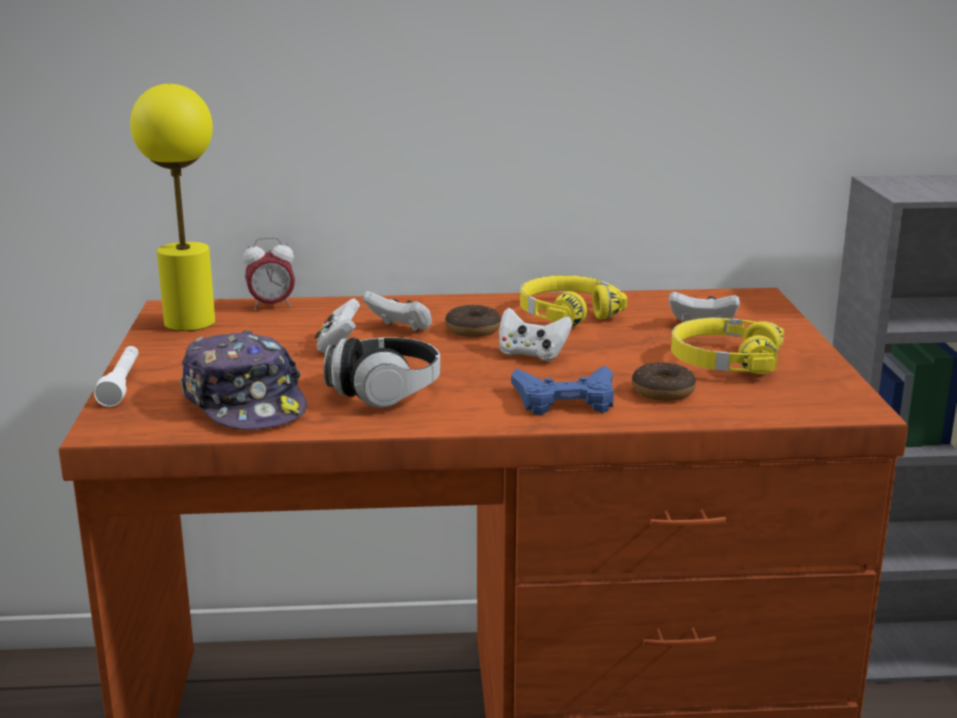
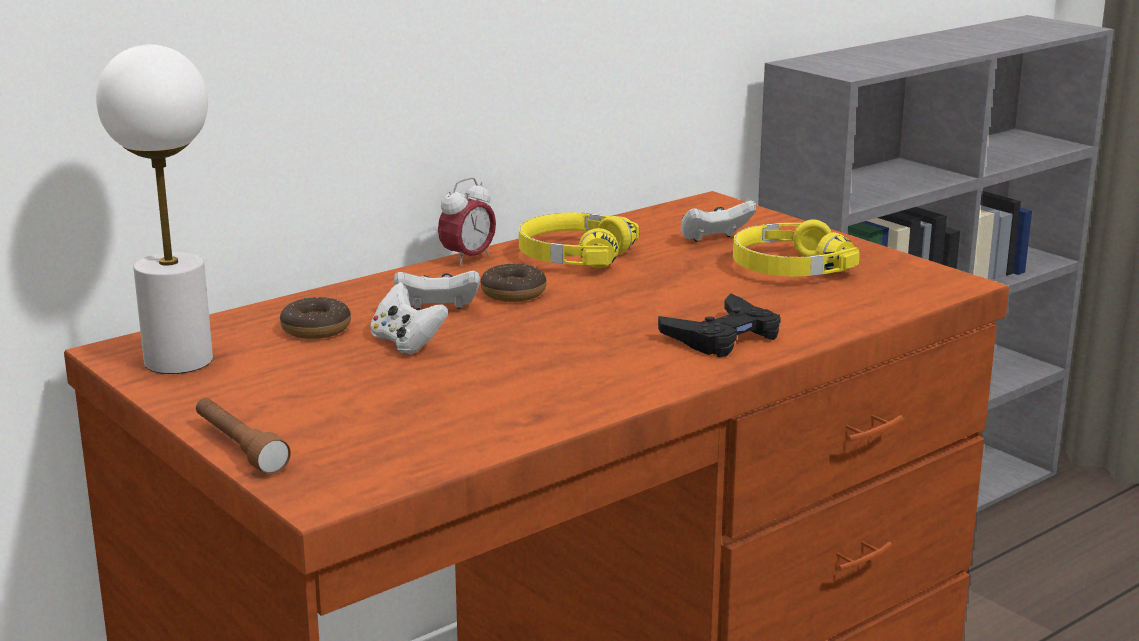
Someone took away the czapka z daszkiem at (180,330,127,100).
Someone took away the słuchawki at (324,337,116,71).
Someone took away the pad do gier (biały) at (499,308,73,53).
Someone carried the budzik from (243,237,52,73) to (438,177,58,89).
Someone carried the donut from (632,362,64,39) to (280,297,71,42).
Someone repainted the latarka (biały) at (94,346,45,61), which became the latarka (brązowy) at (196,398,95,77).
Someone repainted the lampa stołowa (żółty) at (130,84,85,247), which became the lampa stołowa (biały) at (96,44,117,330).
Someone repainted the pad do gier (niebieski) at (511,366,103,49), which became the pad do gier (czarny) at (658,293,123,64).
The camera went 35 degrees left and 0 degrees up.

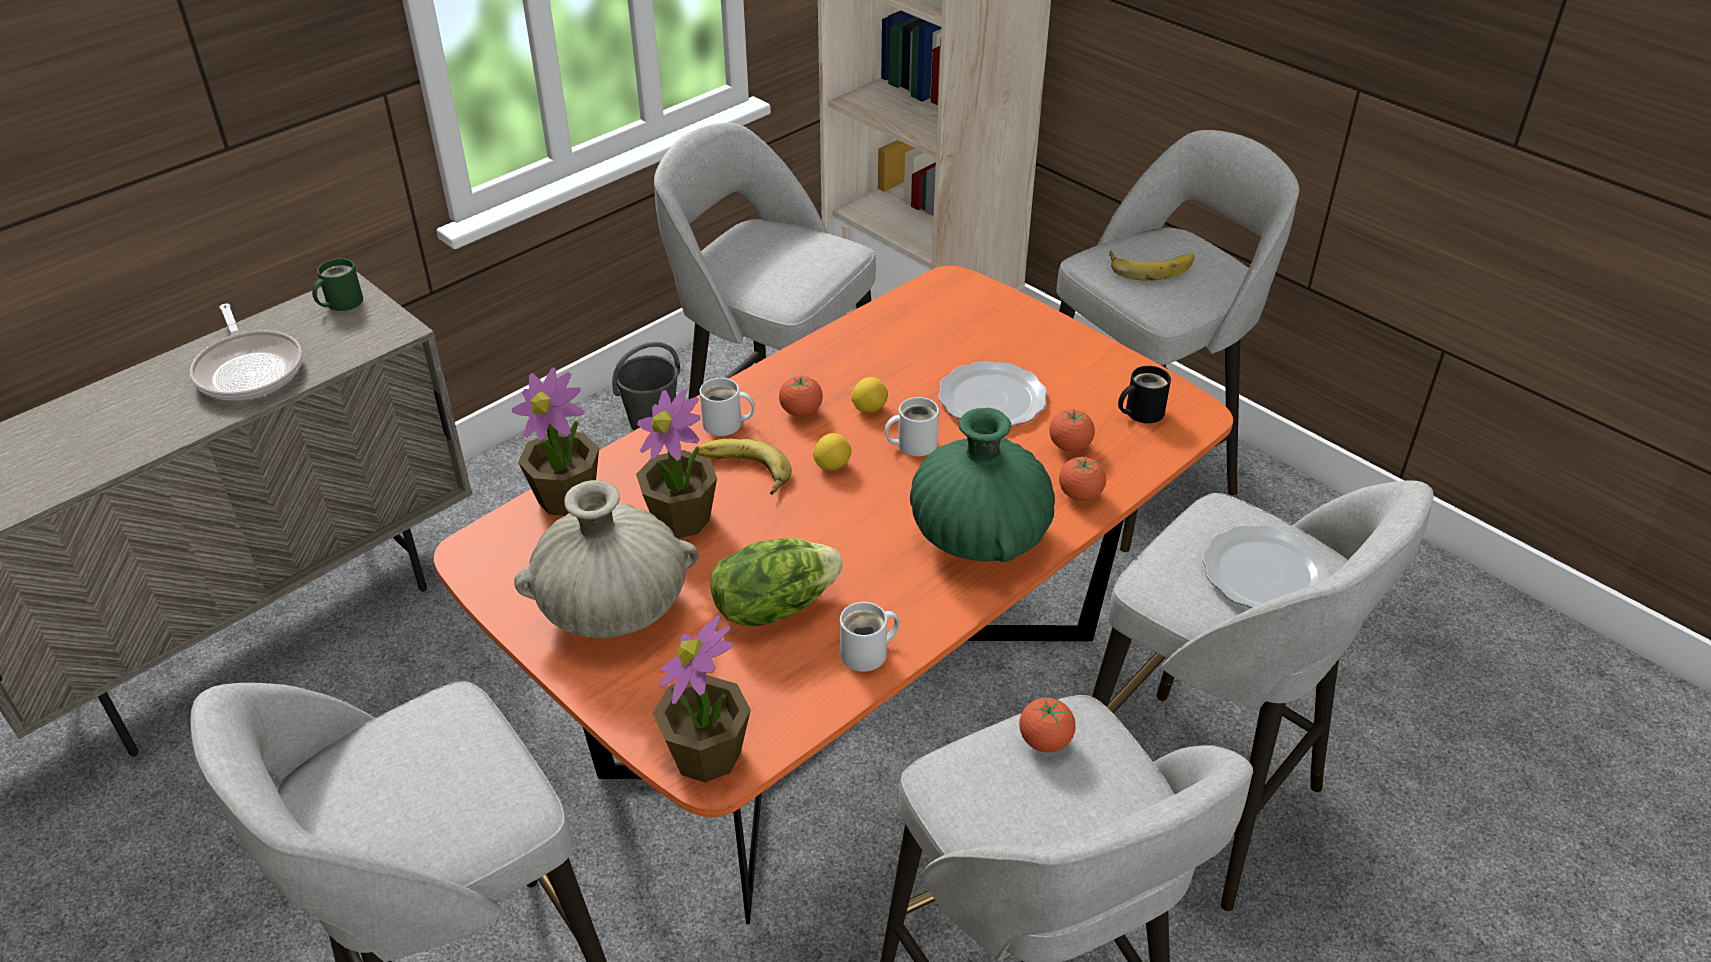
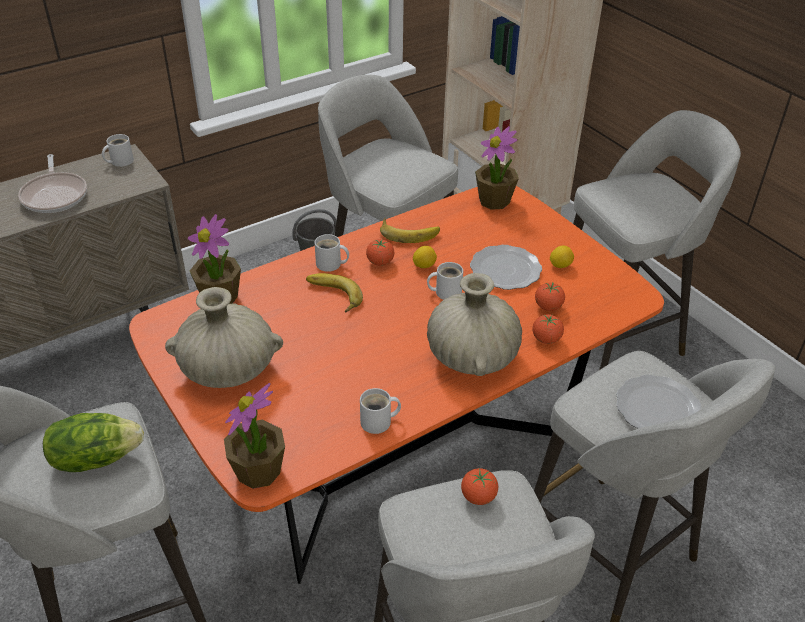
Someone took away the kubek (czarny) at (1118,366,53,57).
Someone carried the roślina doniczkowa from (636,389,81,150) to (475,126,44,84).
Someone carried the sałata from (710,538,133,88) to (43,413,101,59).
Someone carried the cytryna from (813,433,38,37) to (550,246,24,22).
Someone carried the banan from (1109,250,85,31) to (380,218,60,25).
Someone repainted the kubek (zielony) at (312,258,51,53), which became the kubek (biały) at (102,134,32,33).
Someone repainted the wazon (zielony) at (910,408,145,154), which became the wazon (beżowy) at (427,273,95,103).
The camera went 10 degrees right and 0 degrees up.

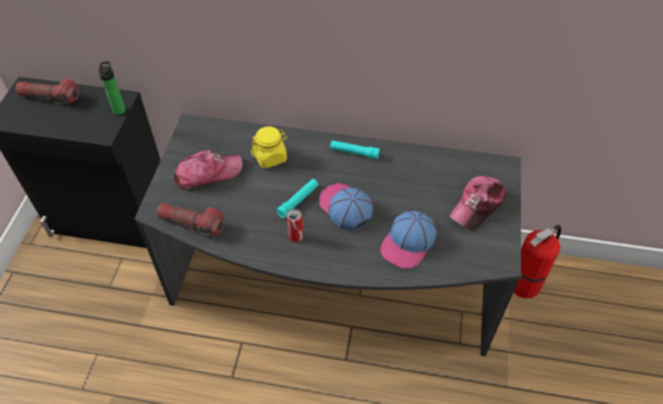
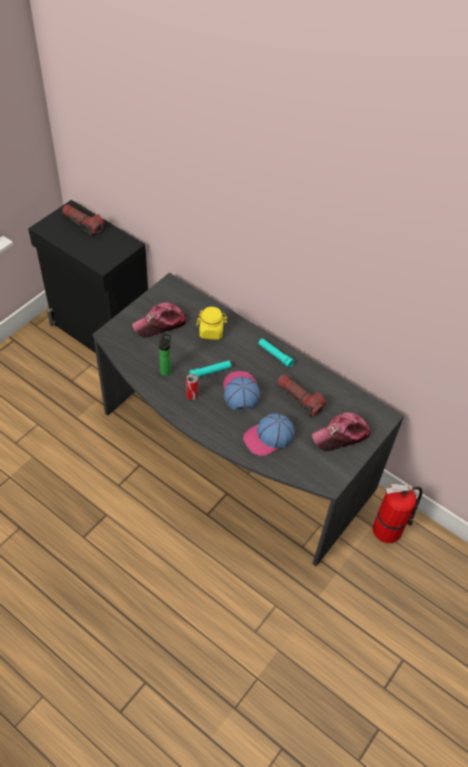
Someone carried the butelka from (99,61,27,54) to (159,334,12,42).
Someone carried the latarka from (156,203,68,36) to (277,374,49,43).
Someone rotated the czapka z daszkiem at (174,150,69,39) by 150 degrees clockwise.
The camera went 25 degrees right and 0 degrees up.

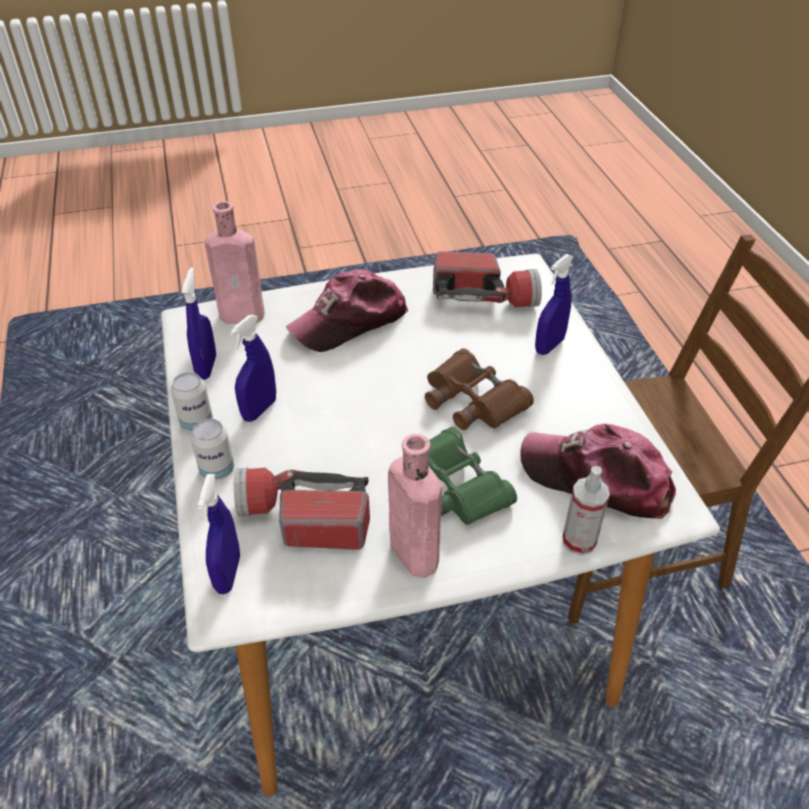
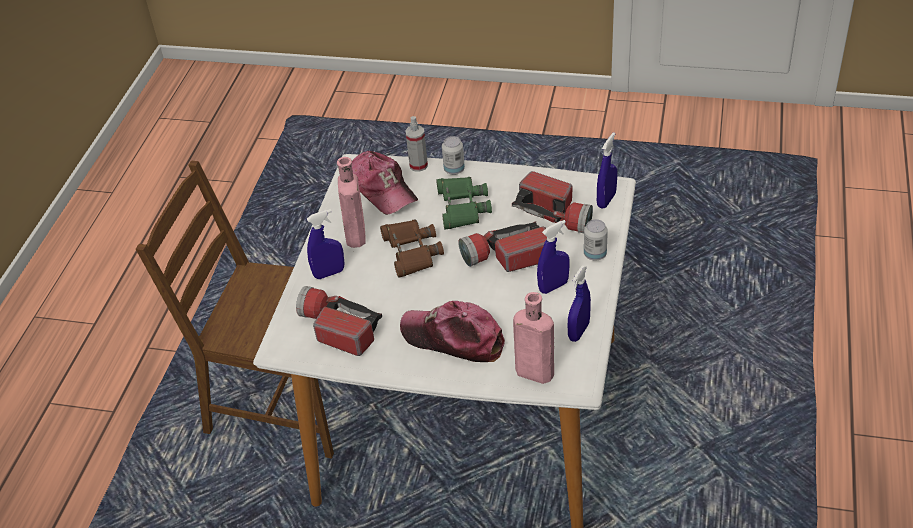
Someone put down the latarka at (458,222,89,50).
Someone carried the puszka from (171,372,42,60) to (442,136,23,39).
Someone carried the butelka (różowy) from (388,434,54,144) to (337,157,29,91).
Someone rotated the czapka z daszkiem at (286,269,122,83) by 150 degrees counterclockwise.
The camera went 150 degrees left and 0 degrees up.

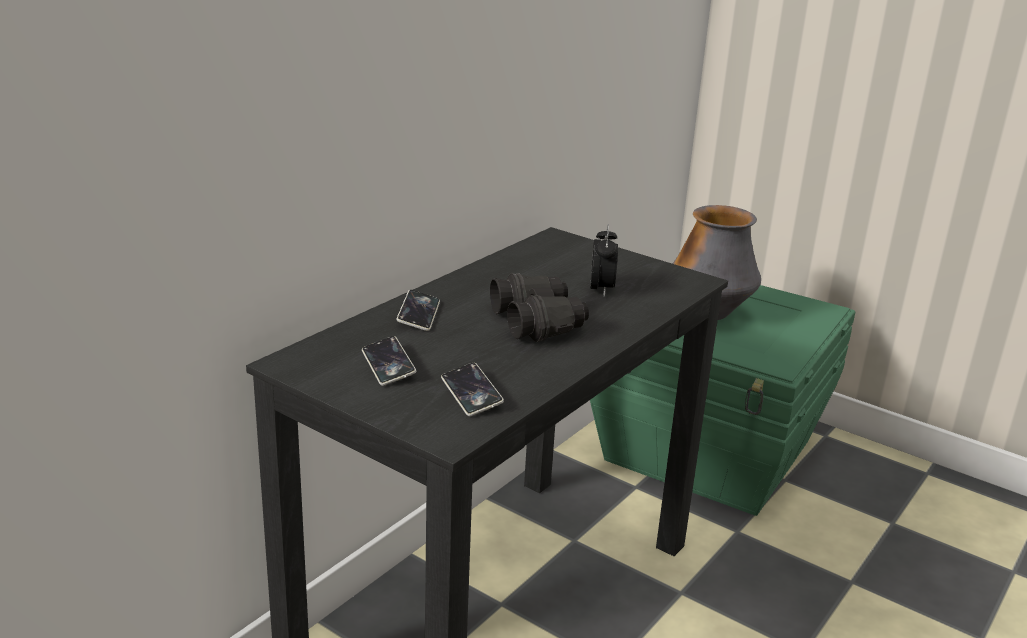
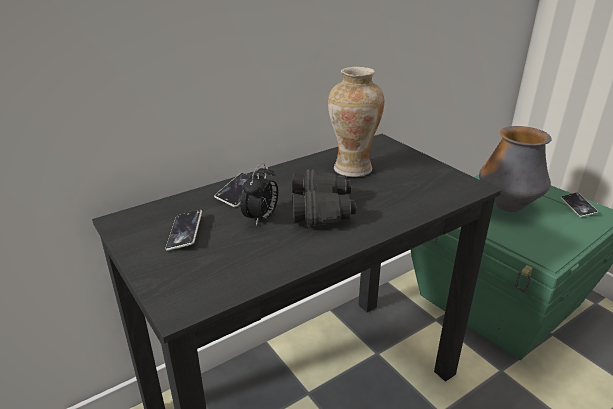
Someone put down the wazon at (328,67,56,110).
Someone carried the telefon from (441,362,63,54) to (561,193,37,24).
Someone carried the budzik from (590,224,28,72) to (240,163,38,63).
The camera went 20 degrees right and 5 degrees up.

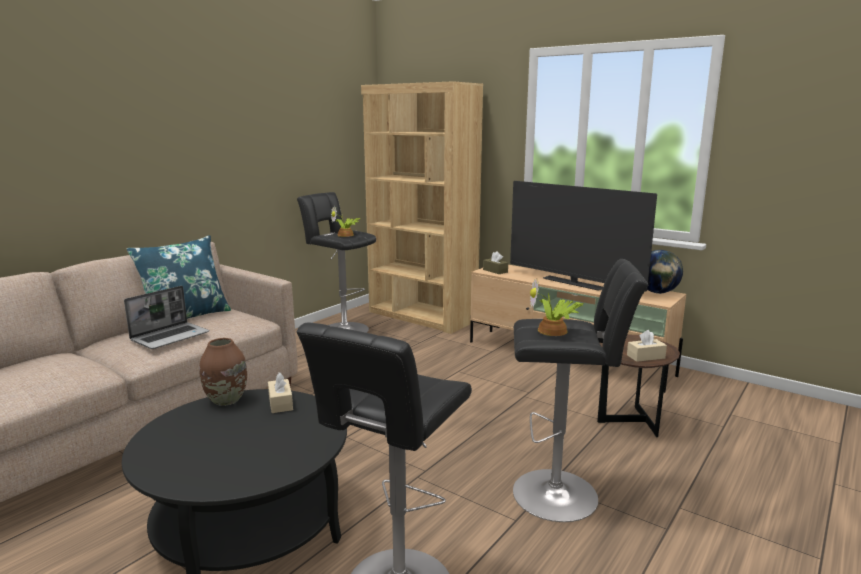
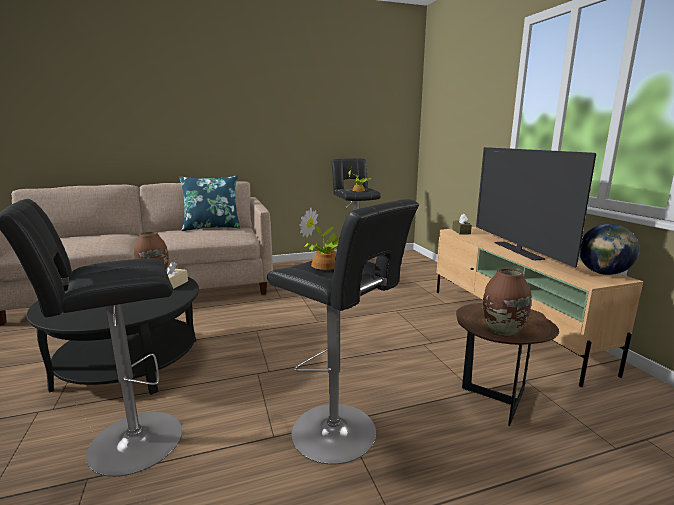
Someone took away the laptop at (124,286,85,63).
Someone took away the regał (brązowy) at (361,81,122,253).
Someone swapped the pudełko chusteczek (beżowy) at (627,330,40,32) for the wazon (brązowy) at (483,268,48,67).
The camera went 35 degrees right and 0 degrees up.

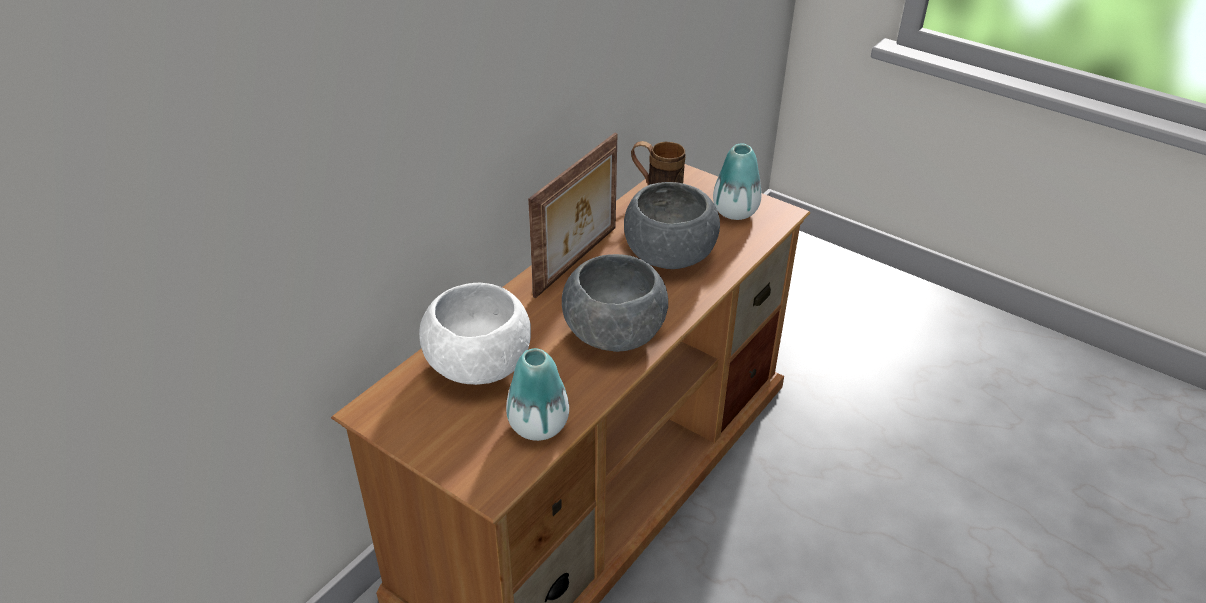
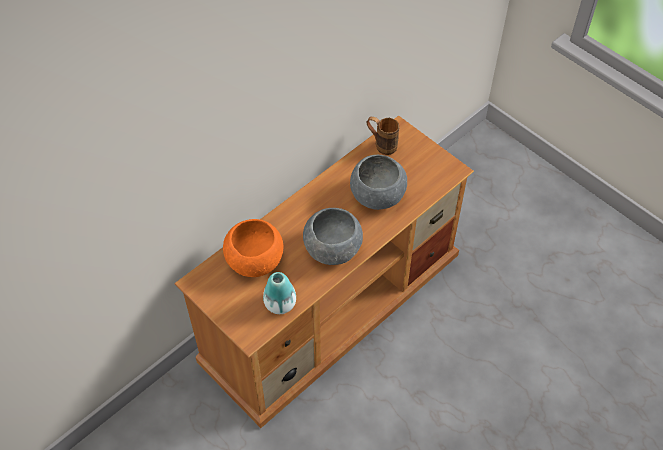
Someone took away the ramka na zdjęcie at (528,133,90,165).
Someone took away the wazon at (713,144,49,76).
Someone repainted the miska (biały) at (419,283,112,102), which became the miska (pomarańczowy) at (223,219,61,58).
The camera went 10 degrees right and 15 degrees up.

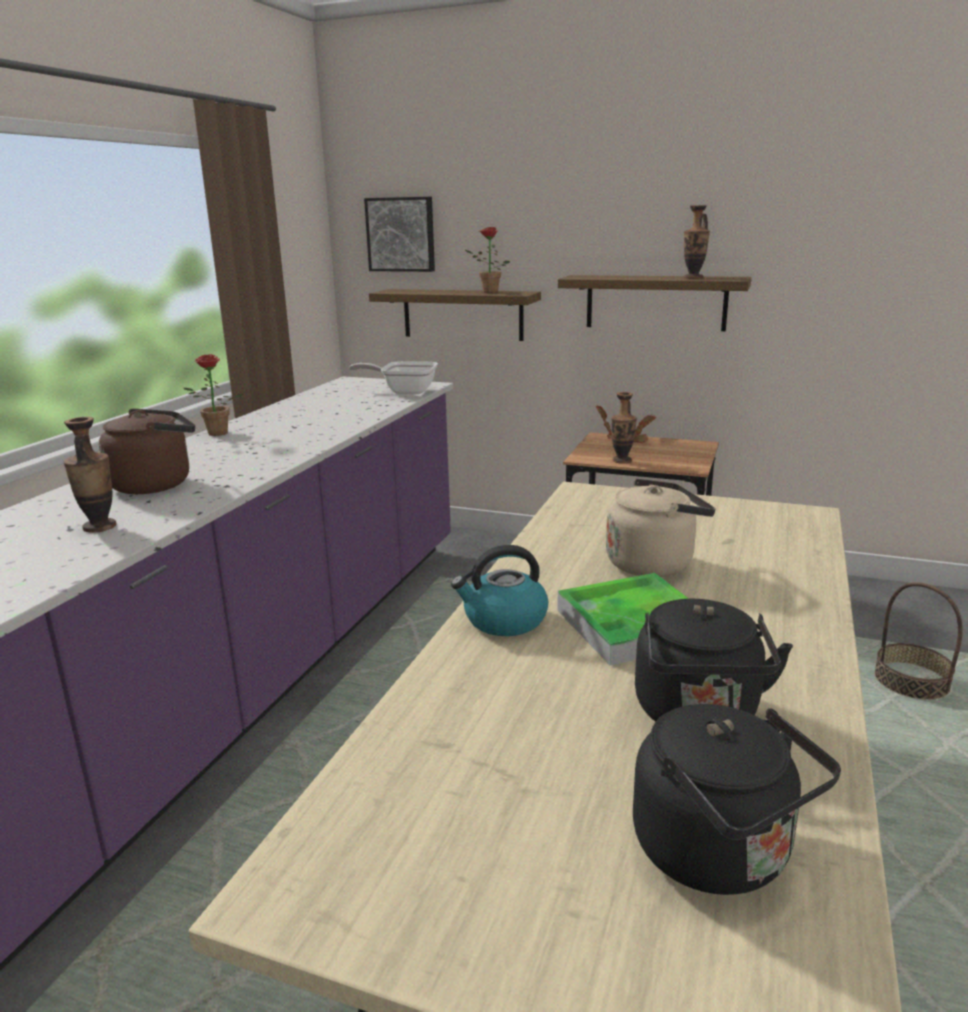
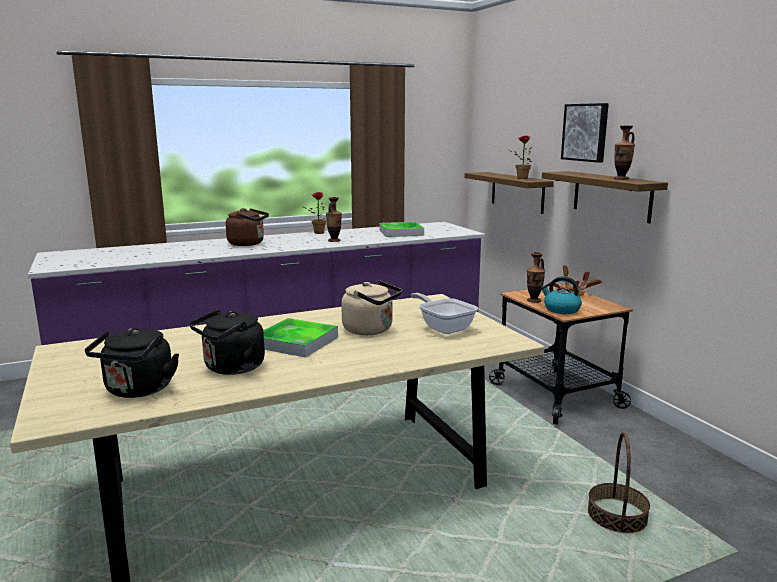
Someone put down the taca at (379,222,45,15).
Someone carried the wazon from (64,417,53,116) to (326,197,16,45).
Someone carried the patelnia from (349,361,89,33) to (411,293,67,41).
Someone carried the obraz from (364,197,71,75) to (561,103,48,60).
Someone carried the czajnik from (451,545,97,91) to (541,276,41,38).
The camera went 45 degrees right and 5 degrees down.

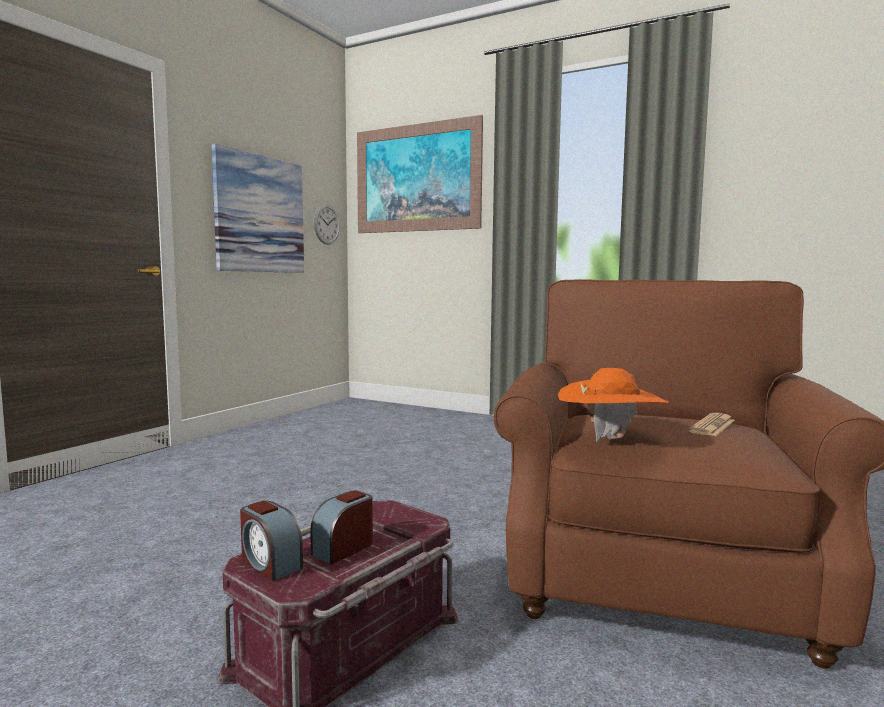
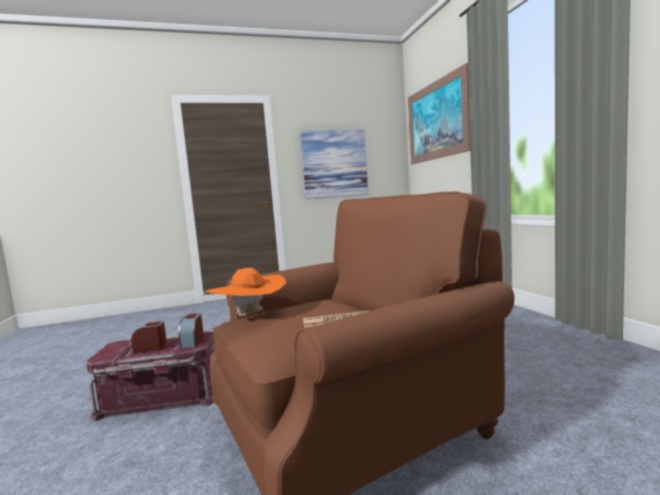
Someone took away the zegar ścienny at (313,204,27,41).
Someone carried the budzik from (240,500,63,81) to (178,313,26,35).
The camera went 45 degrees right and 0 degrees up.

